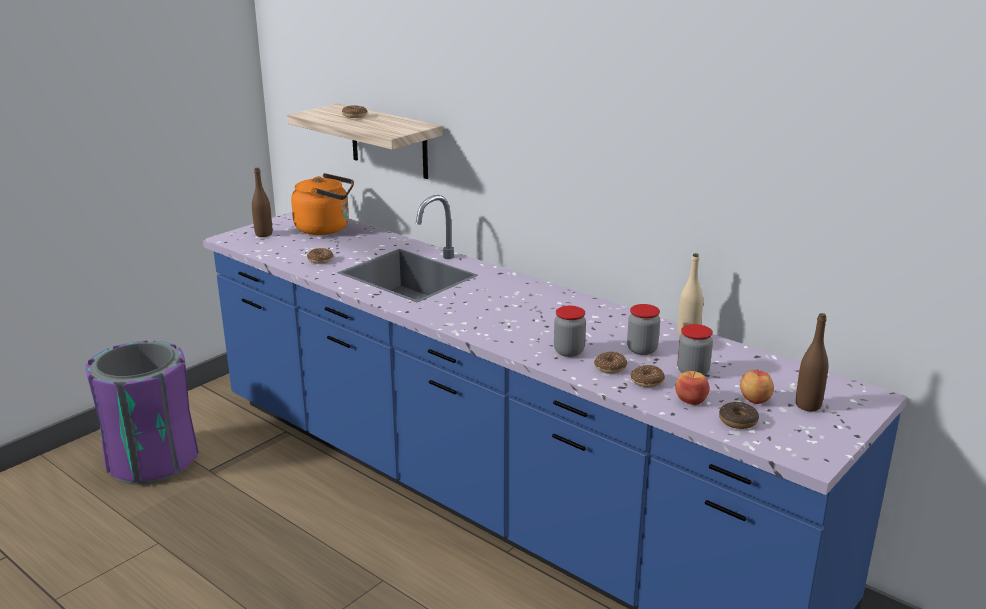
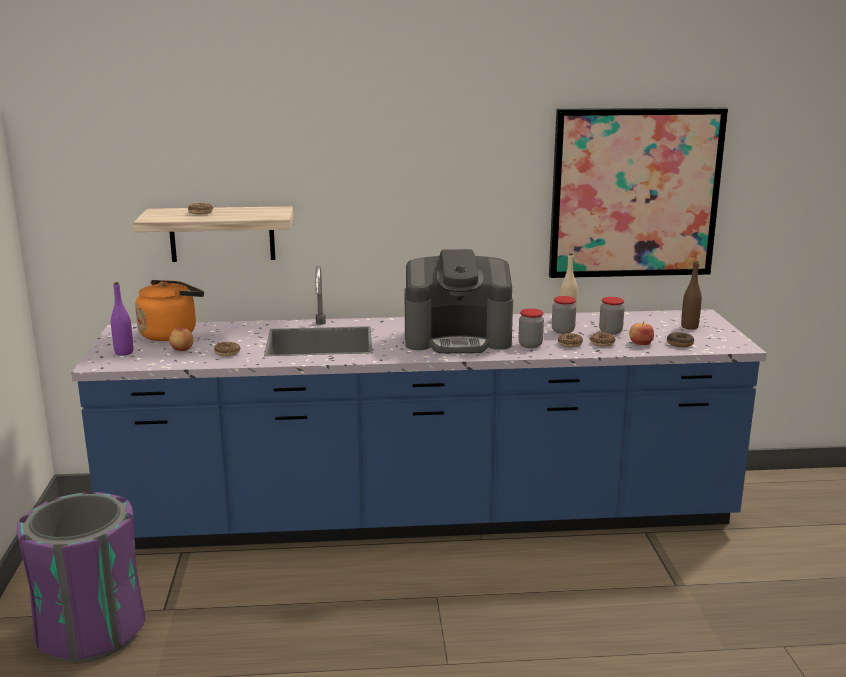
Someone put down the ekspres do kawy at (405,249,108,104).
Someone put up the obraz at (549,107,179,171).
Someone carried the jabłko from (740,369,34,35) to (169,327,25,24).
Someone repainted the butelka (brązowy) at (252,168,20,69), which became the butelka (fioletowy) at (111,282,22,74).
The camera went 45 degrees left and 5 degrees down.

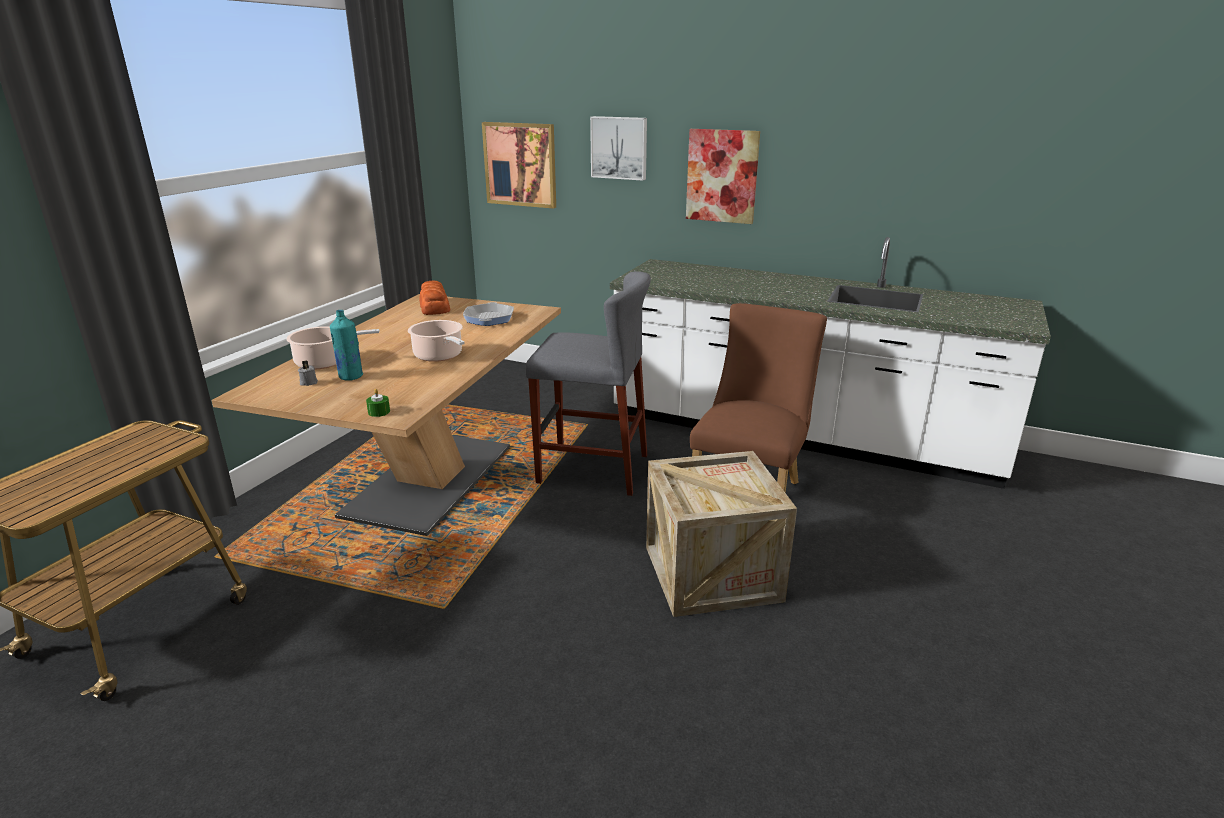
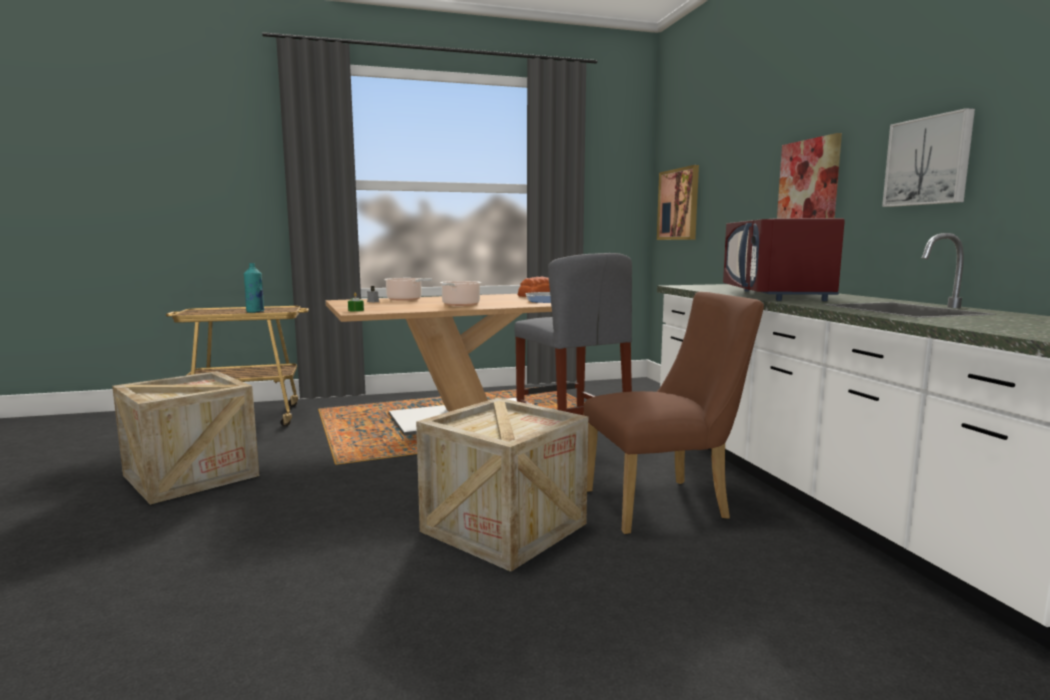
Someone put down the skrzynka at (112,371,147,134).
Someone put down the mikrofalówka (czerwony) at (723,218,122,83).
Someone carried the butelka (turkusowy) from (330,310,33,71) to (244,263,20,50).
Someone carried the obraz from (590,116,57,65) to (882,108,93,99).
The camera went 50 degrees right and 15 degrees down.

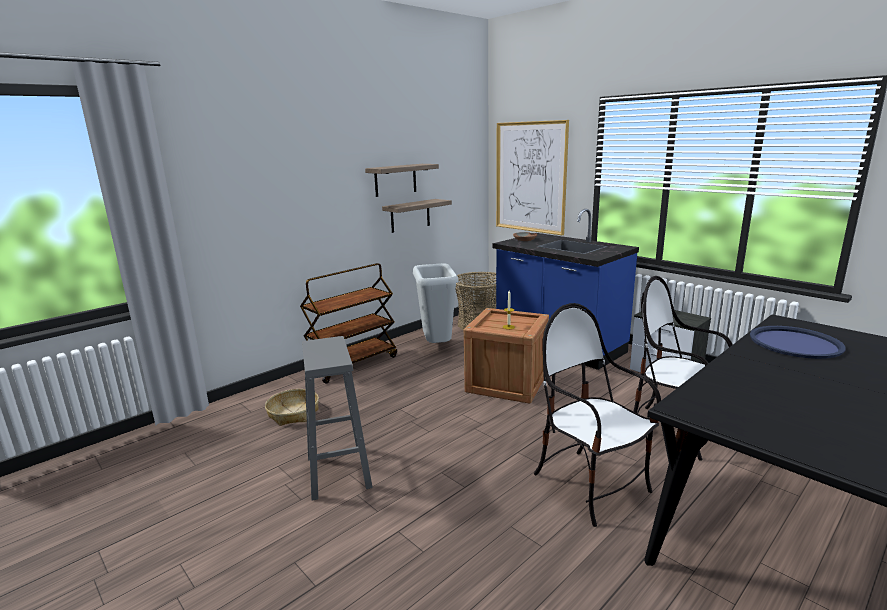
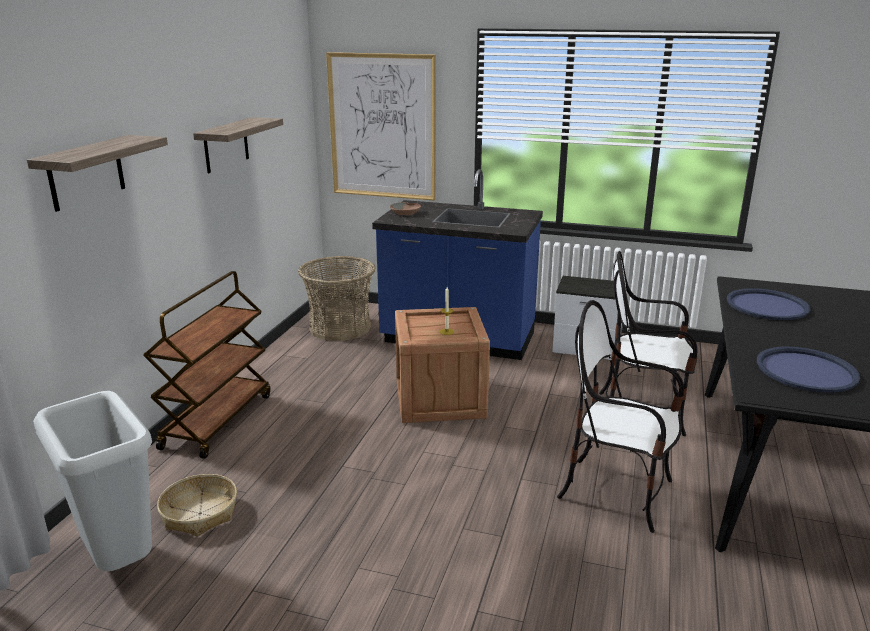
Someone took away the stołek (szary) at (302,336,71,165).
Someone put down the taca (niebieski) at (757,347,103,46).
Someone carried the półka from (382,199,70,34) to (27,135,141,77).
Someone carried the kosz na śmieci (szary) from (413,263,45,80) to (33,391,119,180).
The camera went 30 degrees left and 5 degrees up.

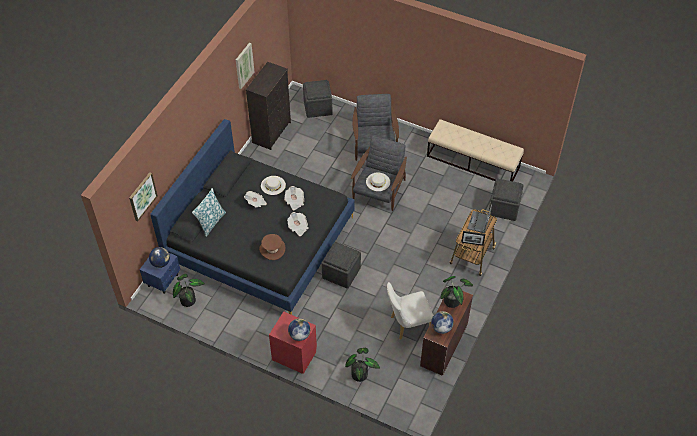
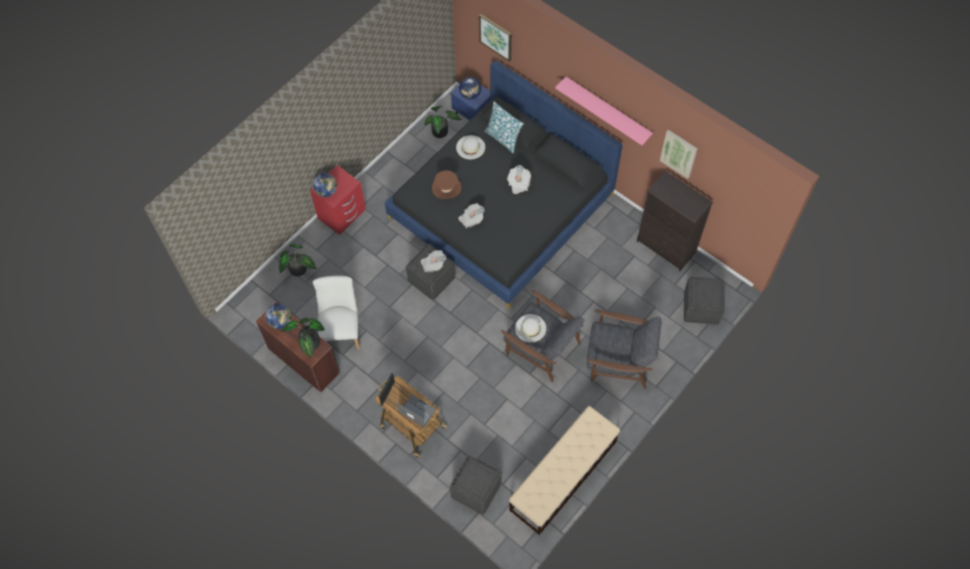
Someone put up the półka (różowy) at (555,77,98,68).
Someone carried the kapelusz (biały) from (261,176,25,19) to (456,135,29,25).
Someone carried the gazeta from (284,186,20,24) to (421,250,25,22).
The camera went 105 degrees right and 10 degrees up.

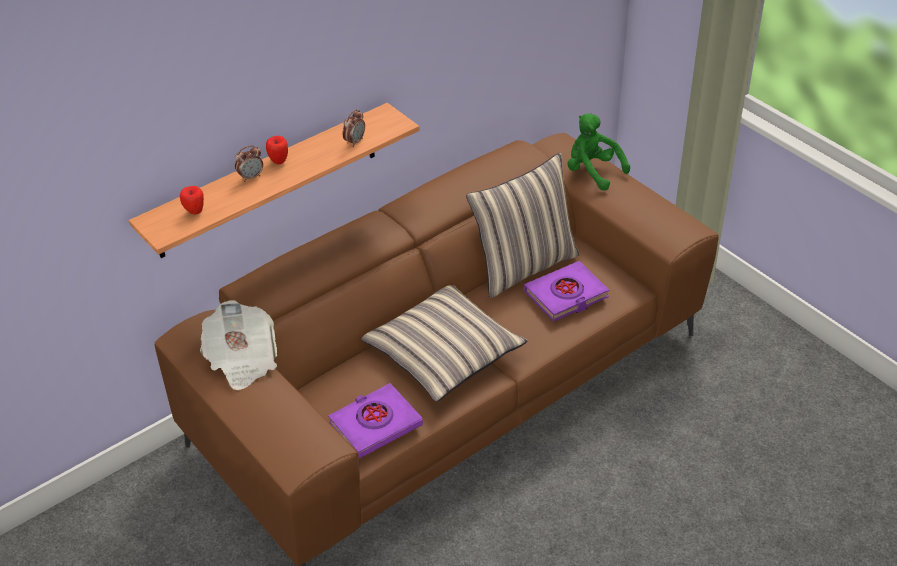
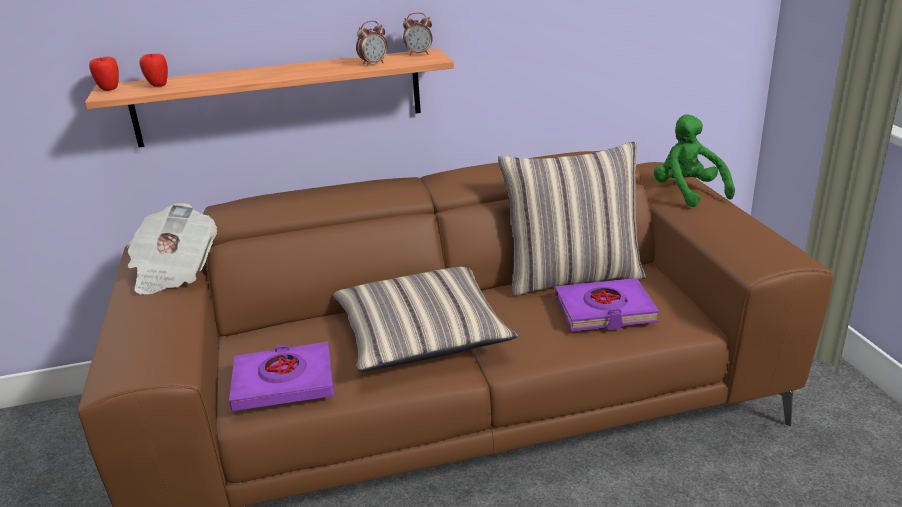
Someone carried the budzik from (235,145,28,37) to (403,12,30,44).
Someone carried the jabłko from (266,136,22,28) to (89,56,30,35).
The camera went 25 degrees right and 15 degrees down.

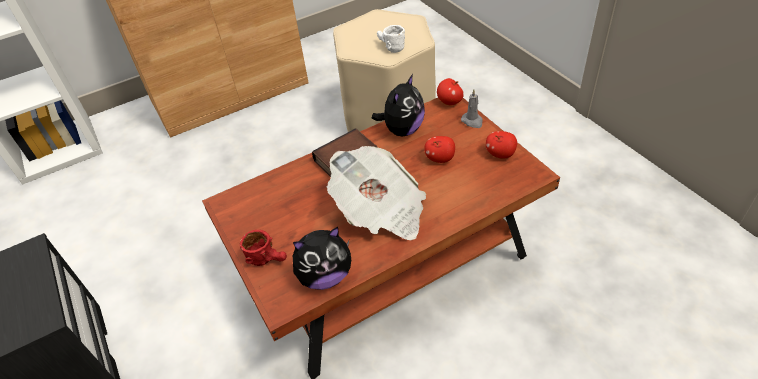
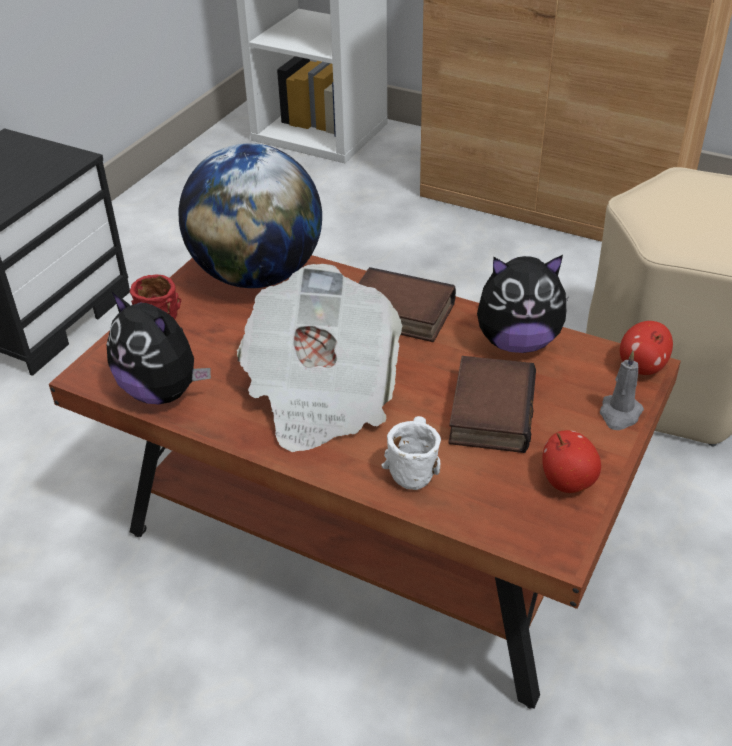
Someone put down the globus at (179,143,143,145).
Someone carried the kubek (biały) from (377,25,28,28) to (381,416,60,74).
Someone swapped the jabłko at (424,136,31,27) for the książka at (449,356,87,97).
The camera went 55 degrees right and 5 degrees down.

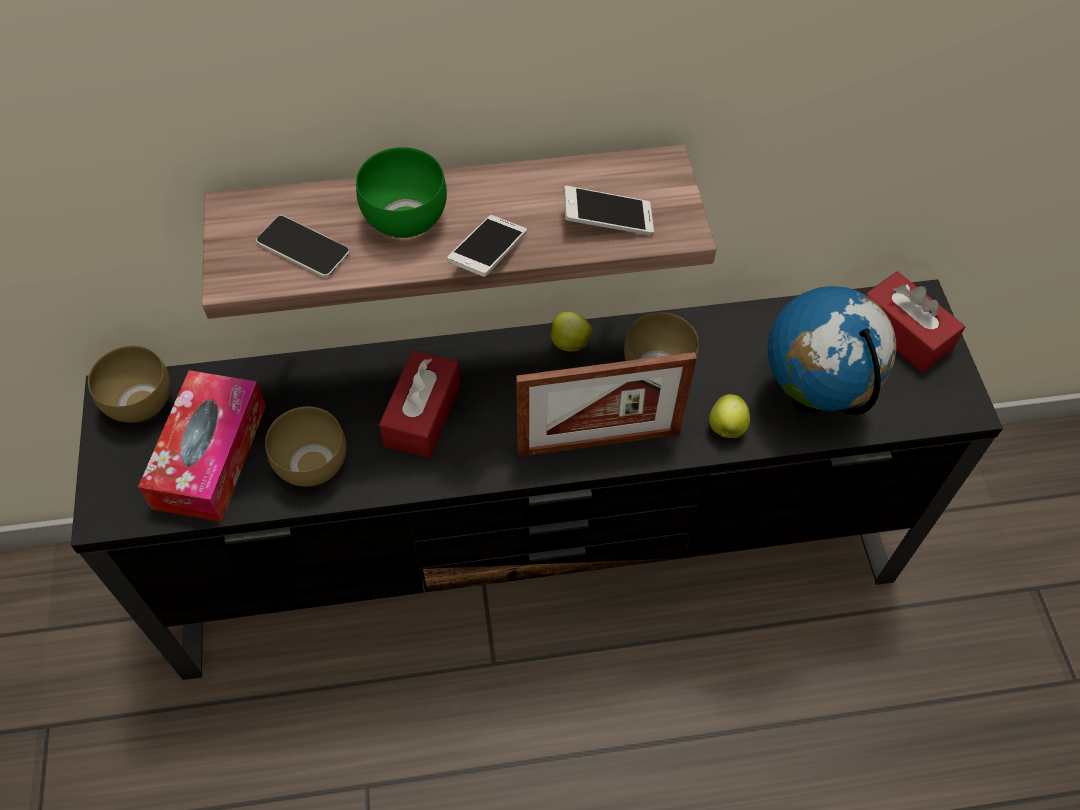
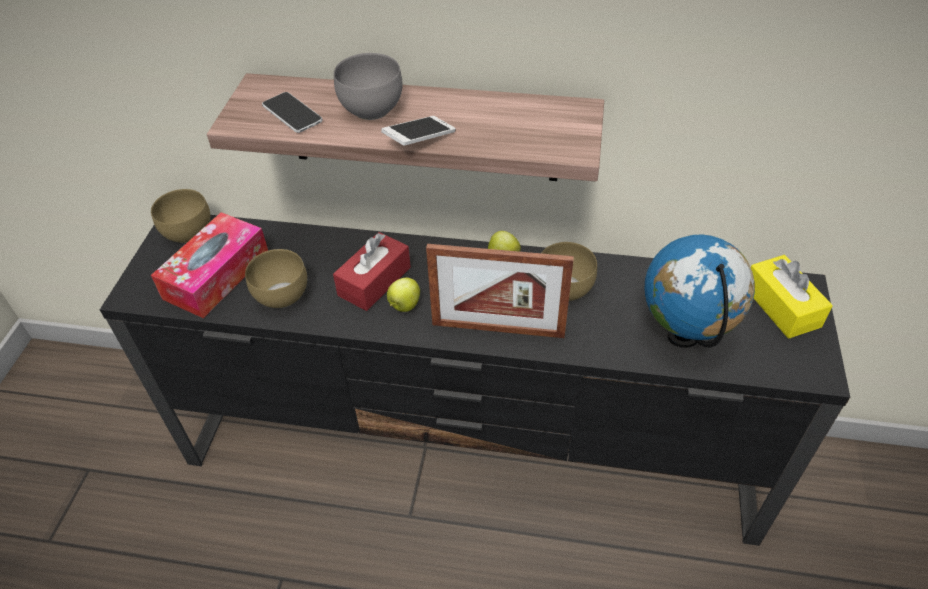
Someone took away the telefon at (563,186,91,49).
Someone carried the jabłko from (709,394,41,44) to (387,277,33,35).
Someone repainted the miska (zielony) at (356,147,91,91), which became the miska (szary) at (334,53,69,67).
Someone repainted the pudełko chusteczek (czerwony) at (866,271,99,101), which became the pudełko chusteczek (żółty) at (751,255,82,84).
The camera went 20 degrees right and 10 degrees down.

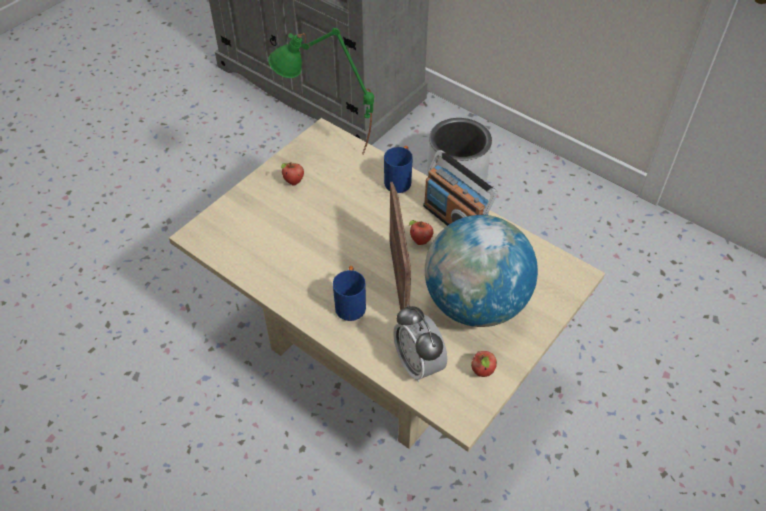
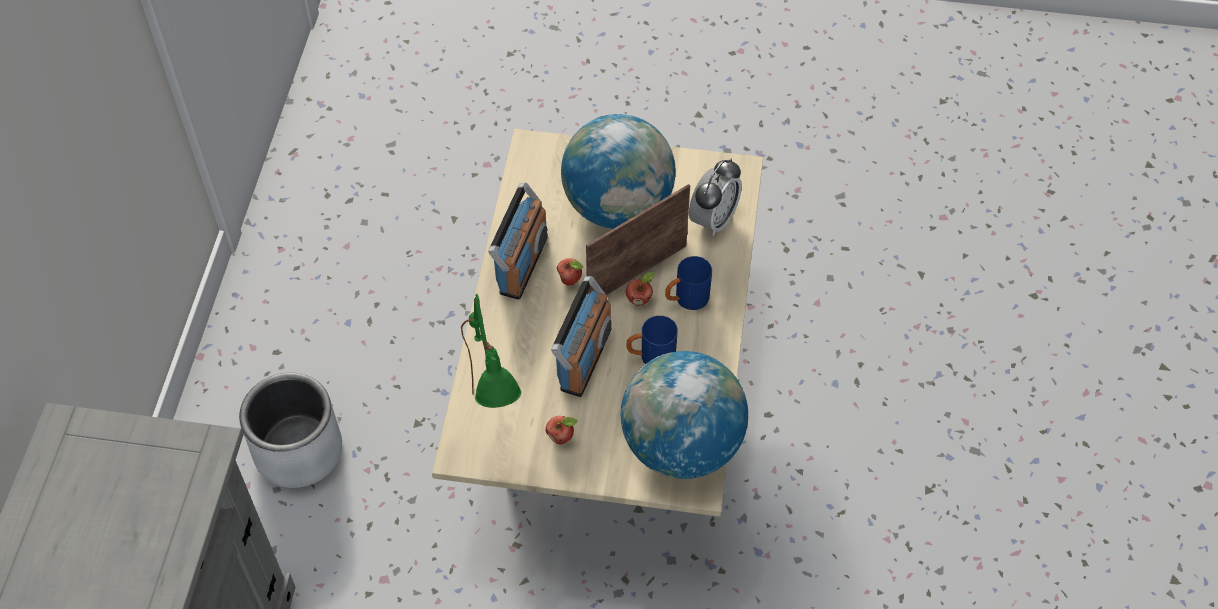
Someone put down the radio at (551,276,61,121).
Someone put down the globus at (621,351,127,128).
Someone carried the kubek (niebieski) from (384,146,29,47) to (627,316,51,48).
Someone carried the jabłko from (471,351,26,26) to (626,272,28,34).
The camera went 120 degrees left and 5 degrees up.

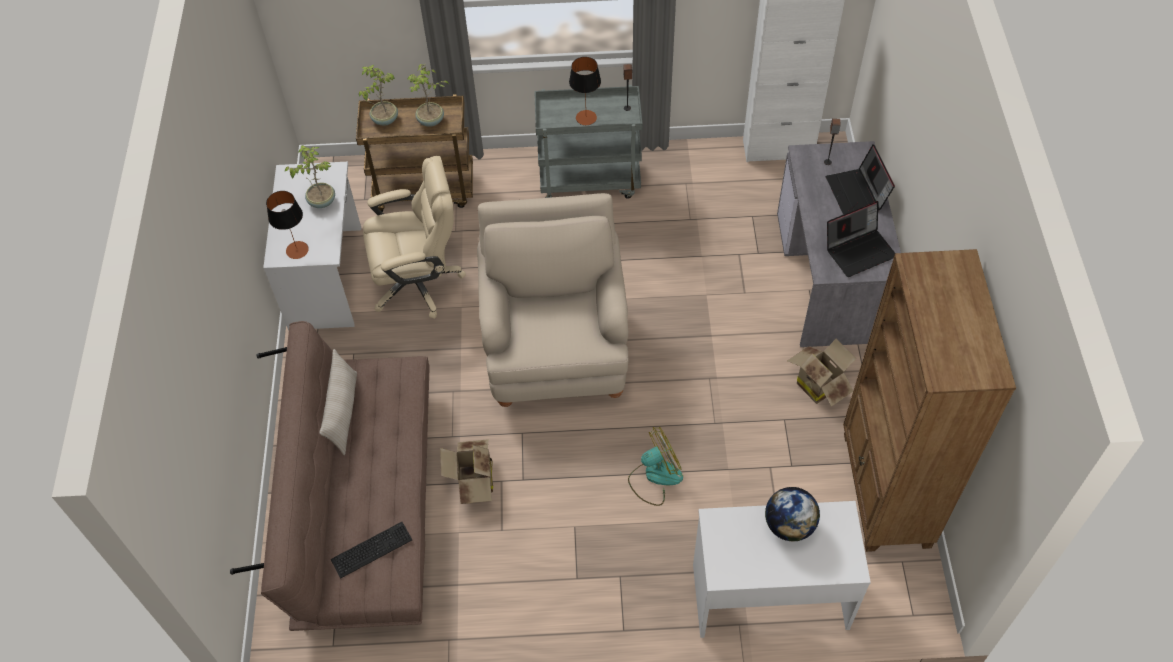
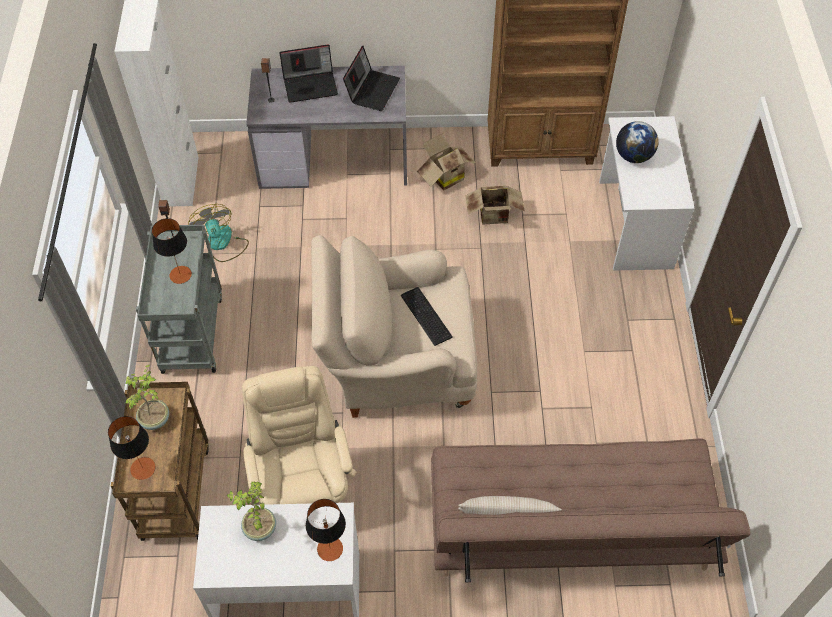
Someone carried the klawiatura from (331,522,81,57) to (401,287,52,59).
Someone carried the karton from (440,439,53,65) to (465,186,60,39).
Someone carried the wentylator from (628,427,55,79) to (188,204,61,58).
Someone swapped the roślina doniczkowa at (359,65,39,61) for the lampa stołowa at (108,416,48,64).
Someone rotated the laptop at (827,201,68,76) by 45 degrees clockwise.
The camera went 90 degrees left and 0 degrees up.

